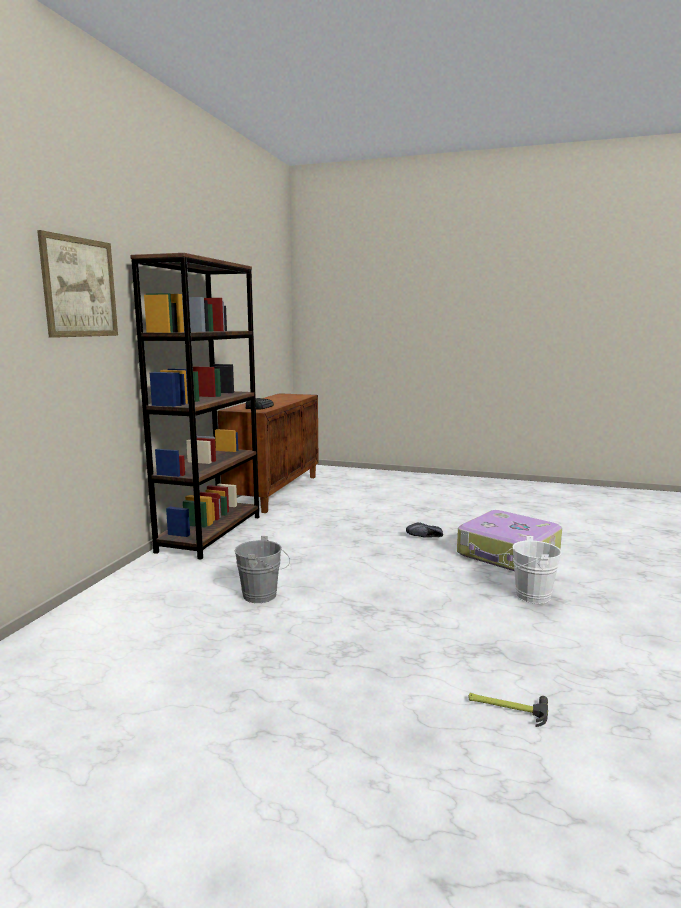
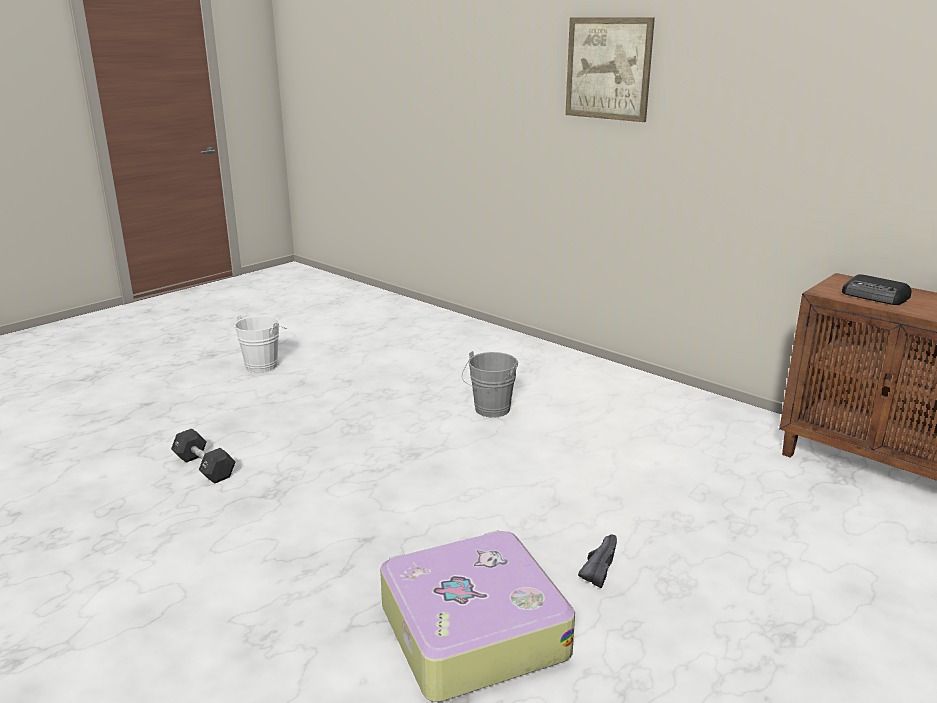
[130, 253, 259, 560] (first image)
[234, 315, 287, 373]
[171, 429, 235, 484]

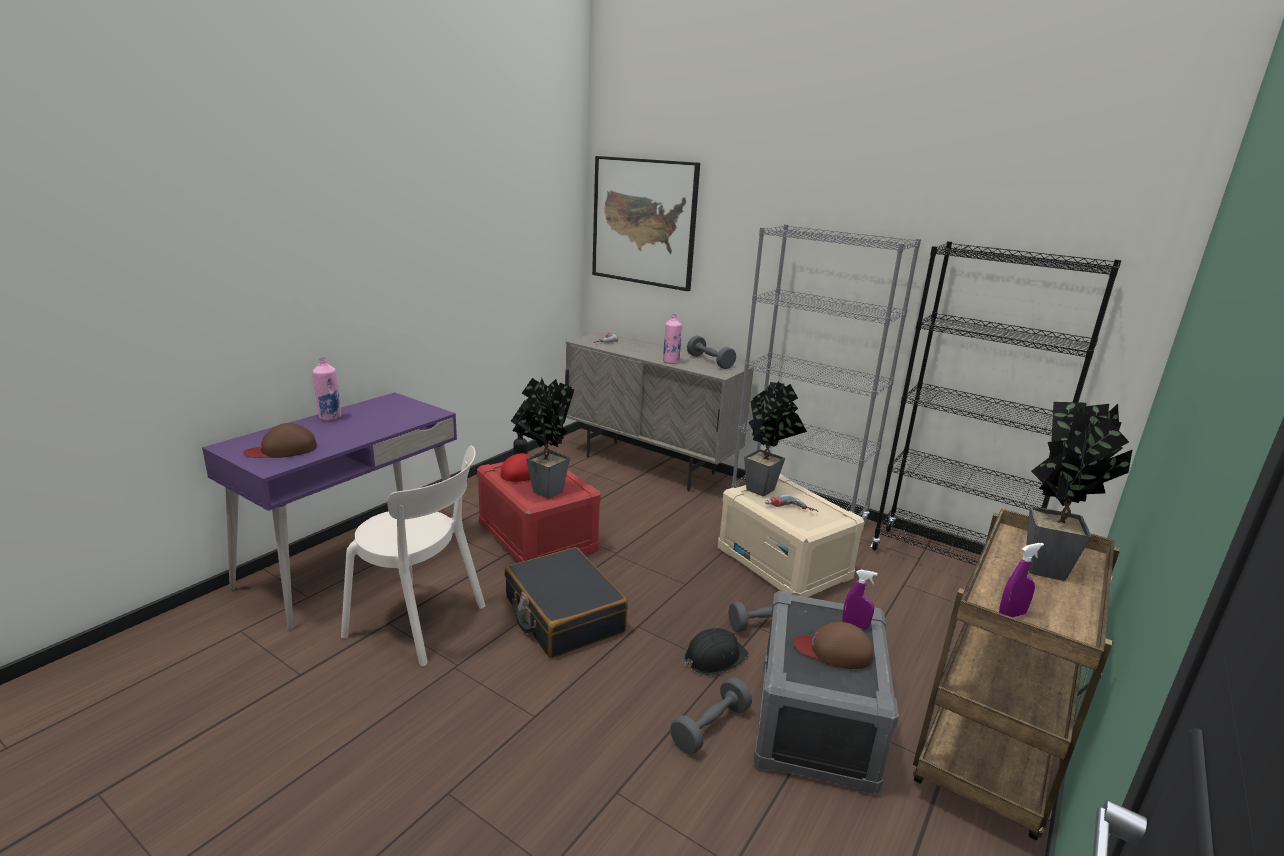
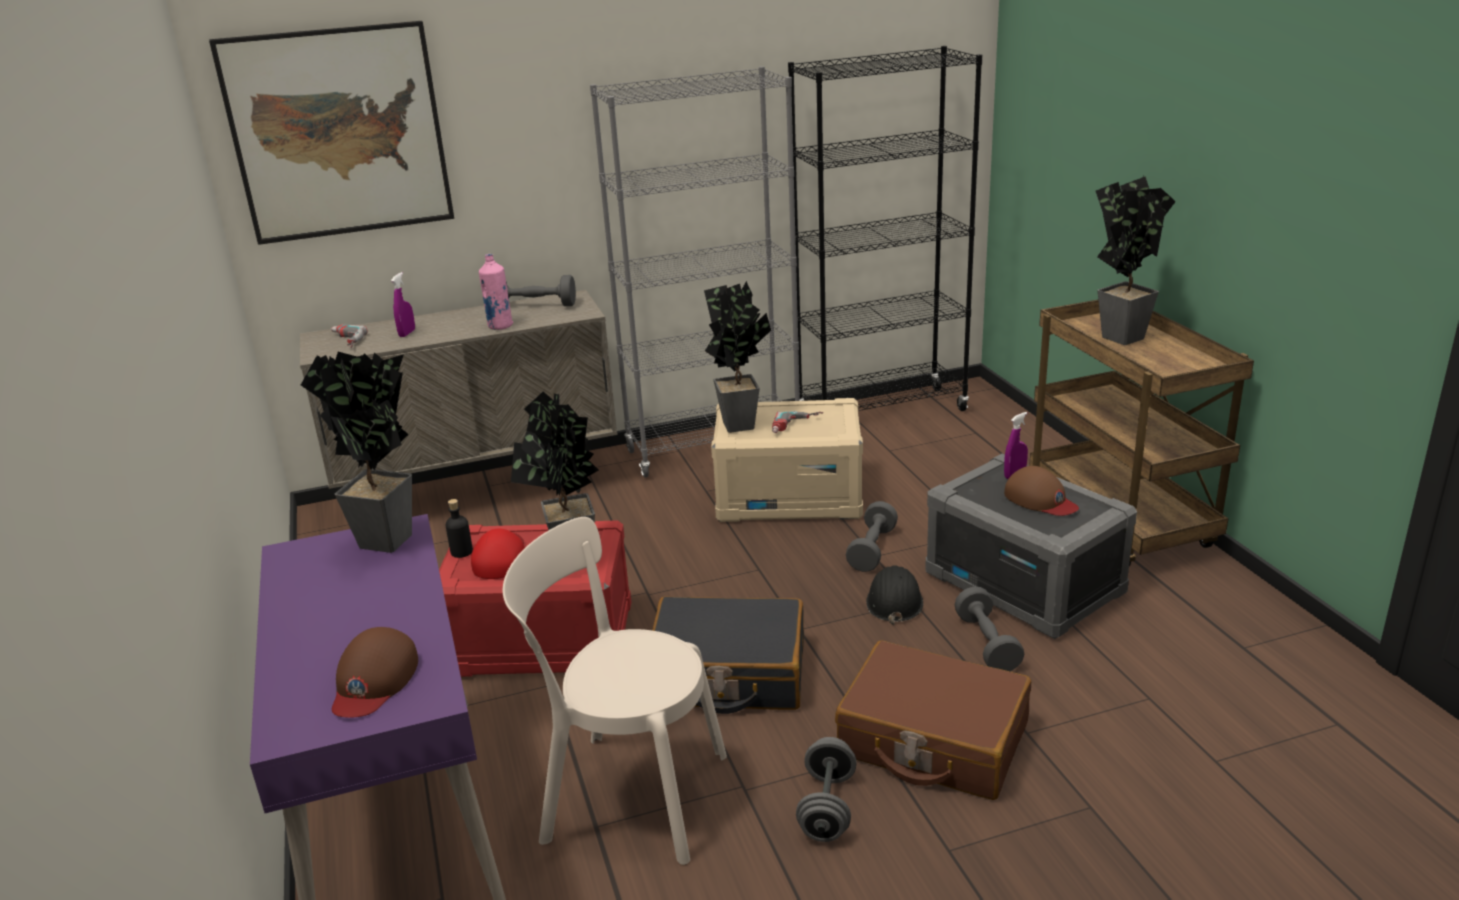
[312, 357, 342, 421] (first image)
[301, 352, 412, 553]
[796, 737, 857, 842]
[835, 640, 1031, 800]
[391, 272, 415, 337]
[503, 517, 727, 865]
[1004, 466, 1079, 516]

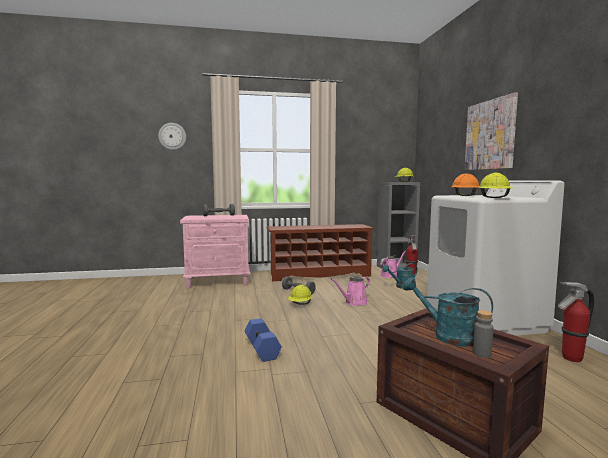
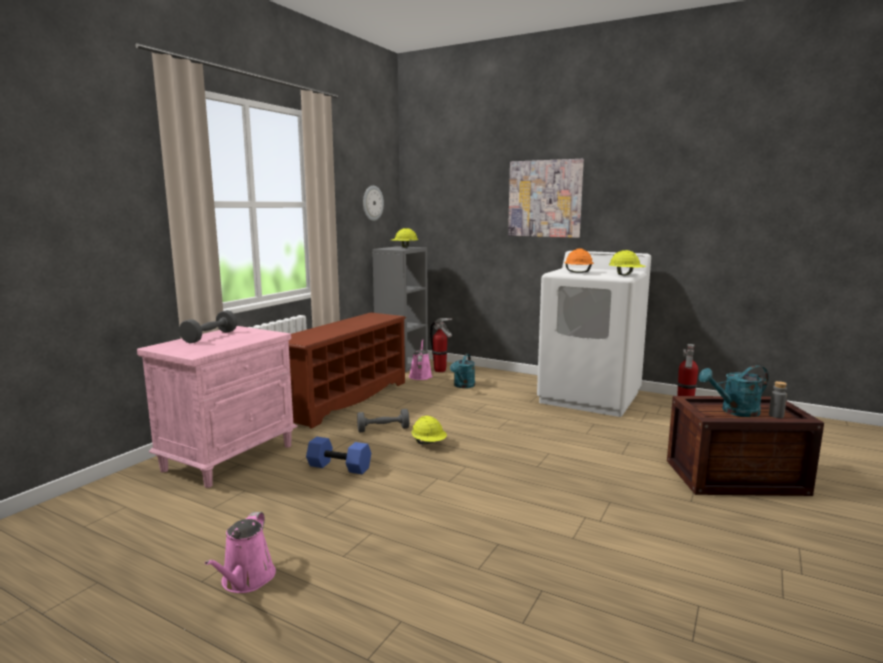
[363, 186, 384, 221]
[306, 437, 371, 474]
[205, 512, 276, 593]

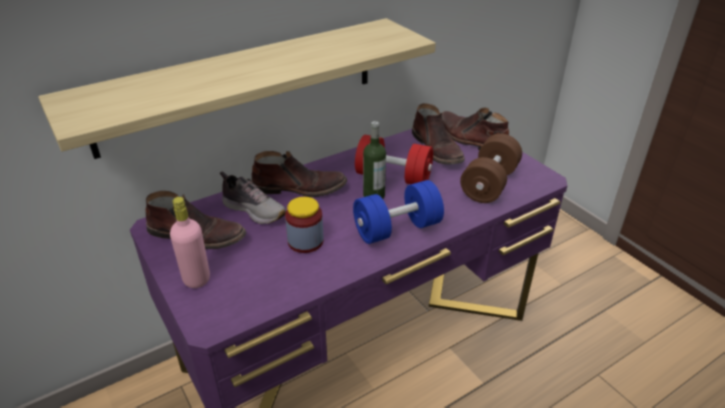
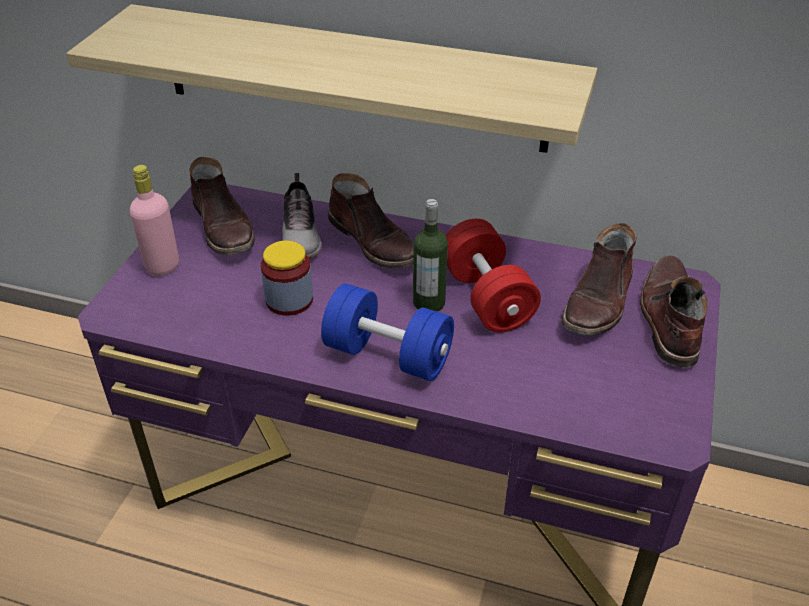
[460, 133, 522, 203] (first image)

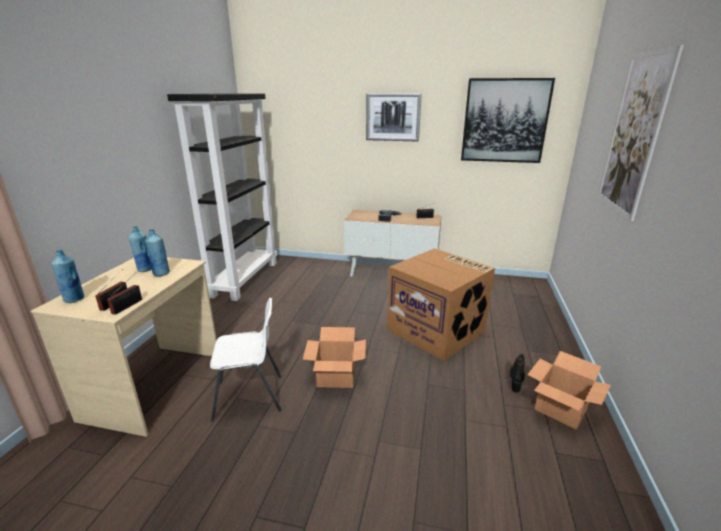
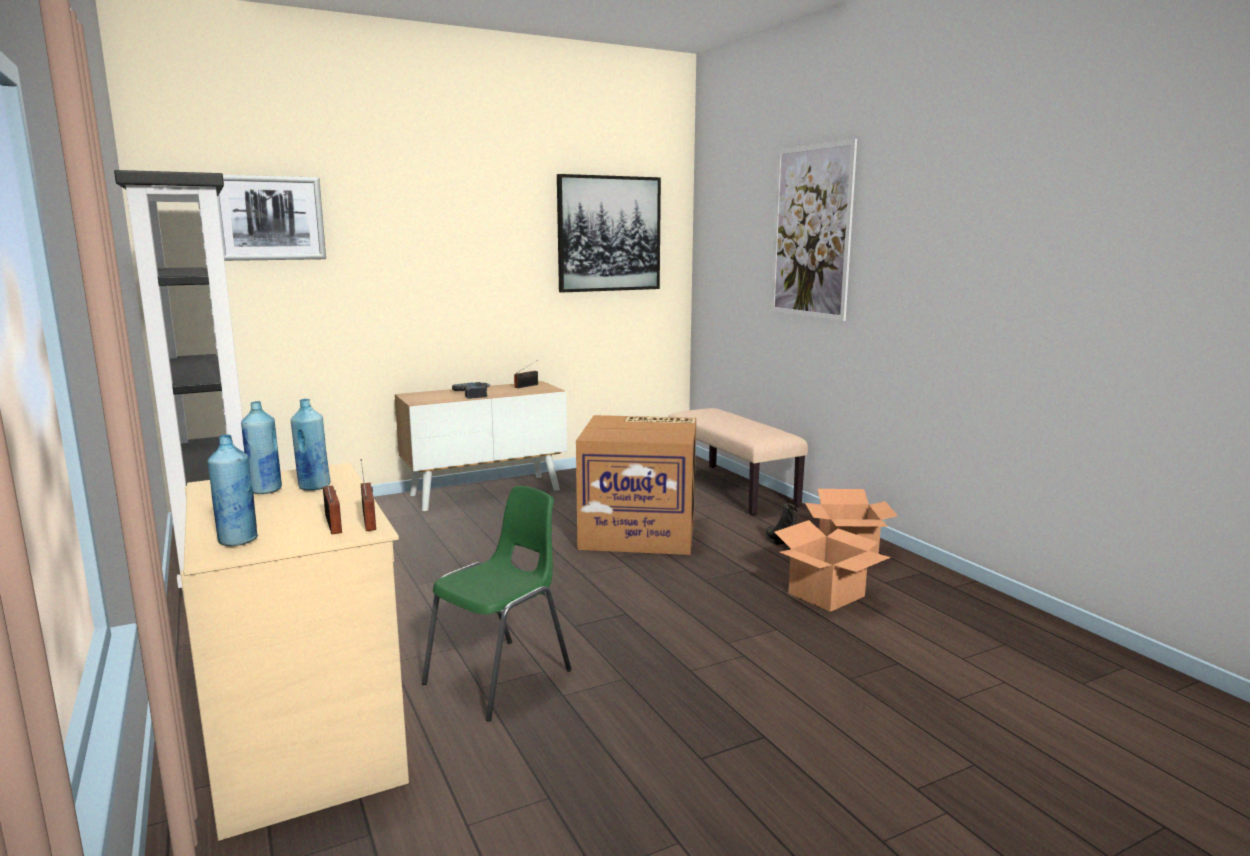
[668, 408, 808, 515]
[774, 520, 891, 612]
[217, 175, 326, 261]
[422, 486, 572, 722]

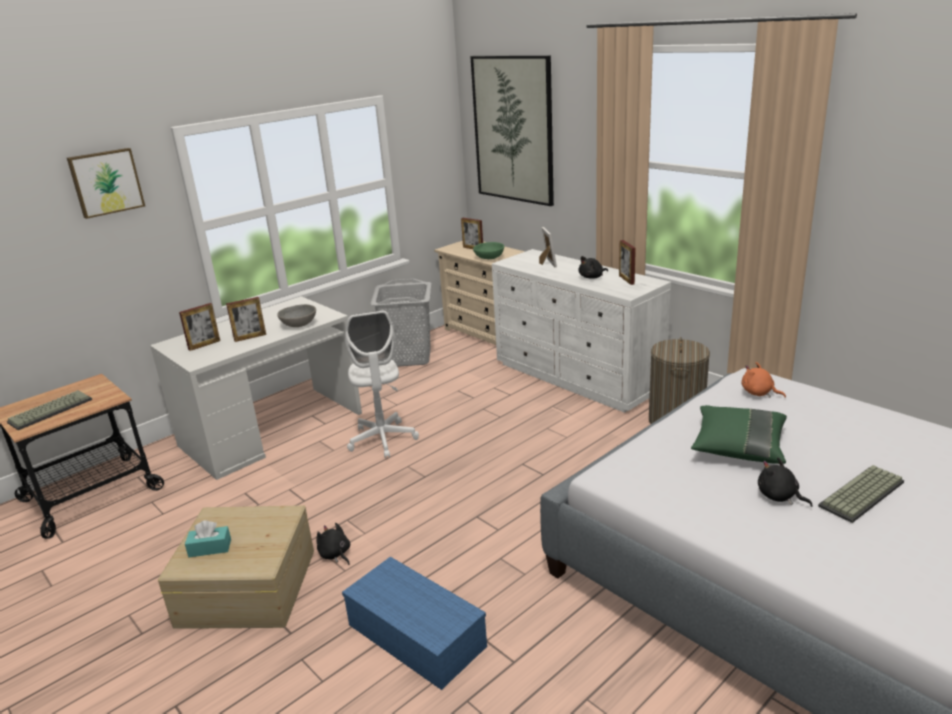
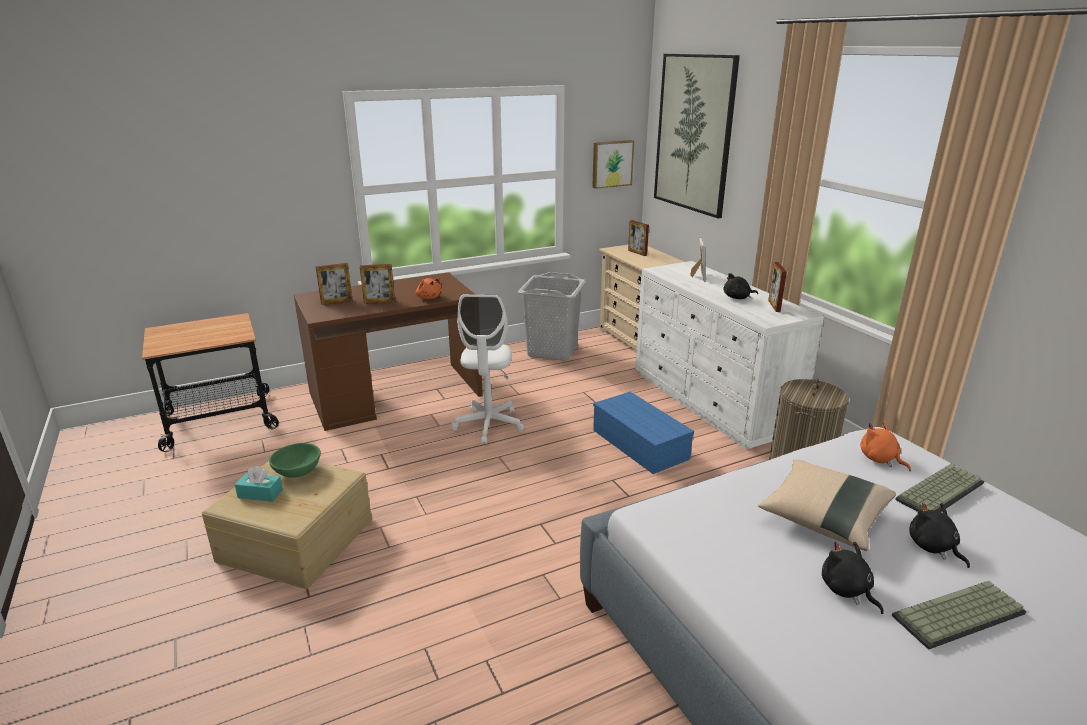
[895, 464, 984, 512]
[592, 140, 634, 189]
[909, 503, 970, 568]
[593, 392, 694, 474]
[269, 443, 321, 478]
[416, 278, 442, 299]
[294, 272, 483, 431]
[758, 459, 896, 551]

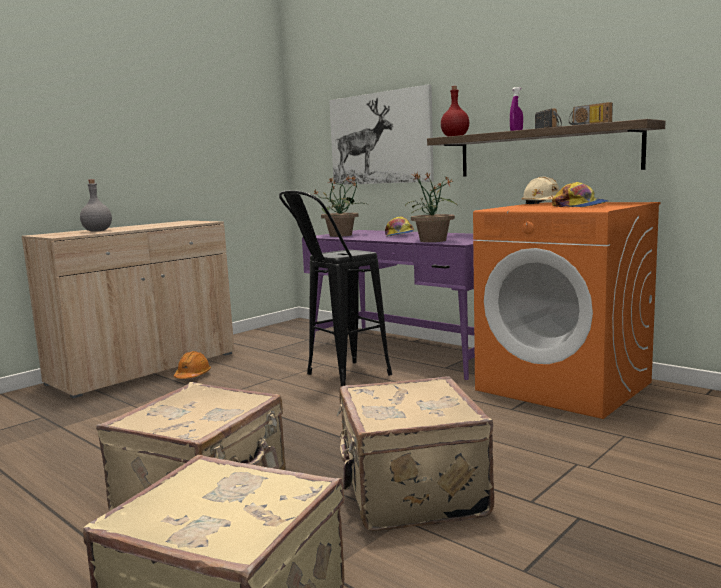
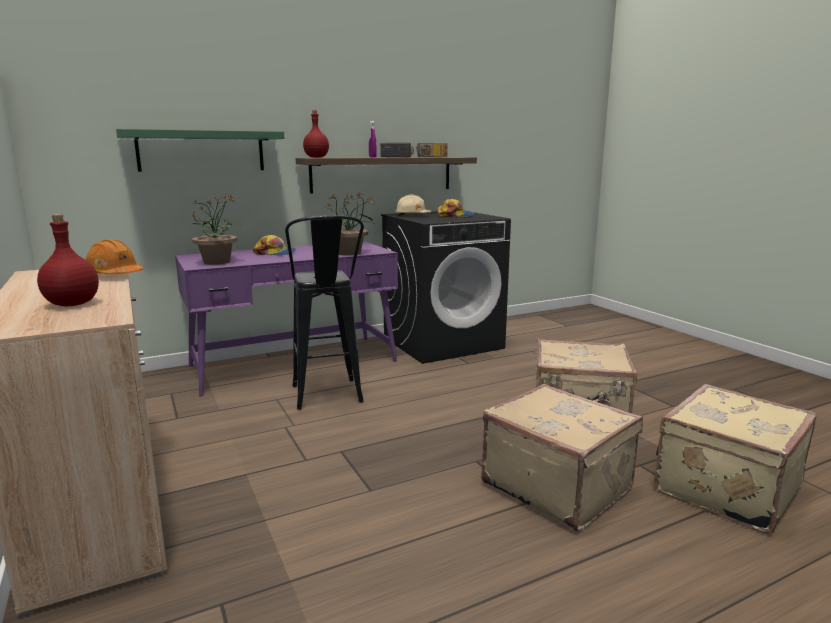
[86, 239, 144, 274]
[116, 129, 284, 172]
[37, 214, 99, 306]
[381, 211, 511, 364]

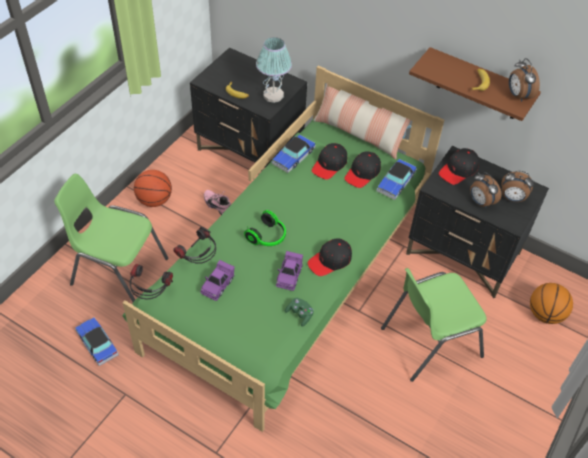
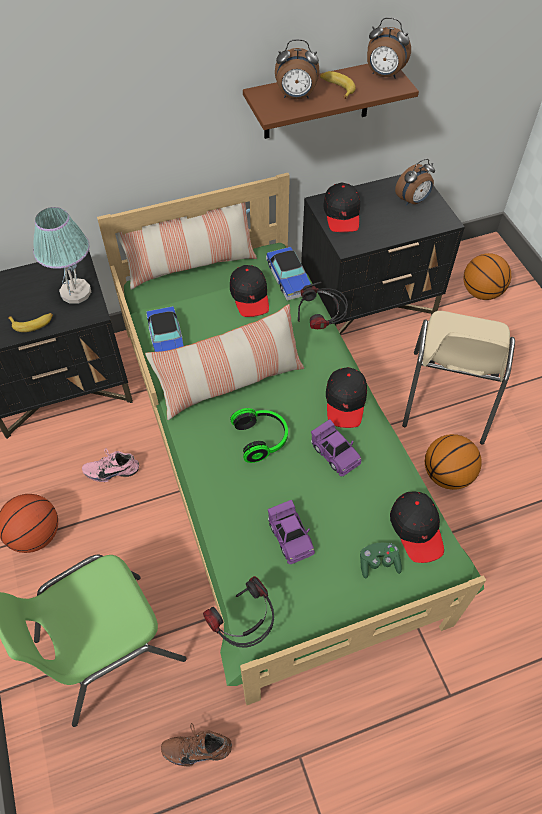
[145, 304, 304, 420]
[425, 434, 482, 490]
[298, 282, 348, 329]
[360, 543, 402, 579]
[390, 491, 444, 563]
[275, 39, 319, 99]
[161, 723, 232, 767]
[402, 311, 515, 445]

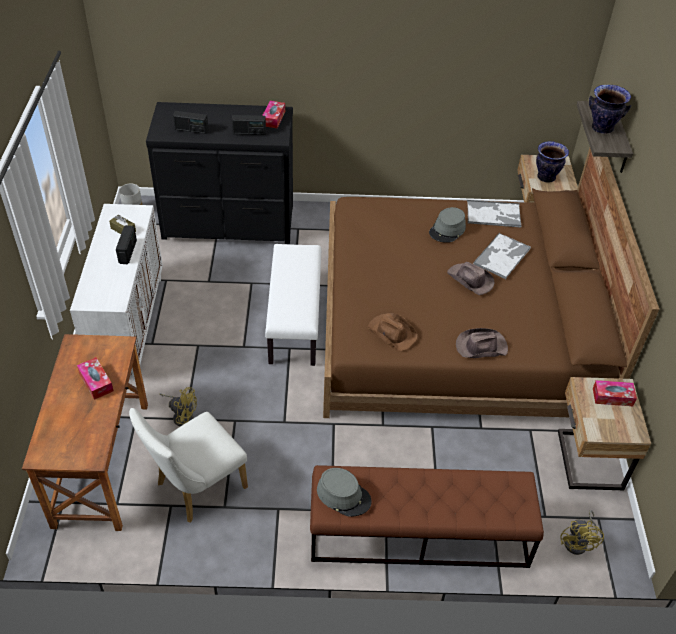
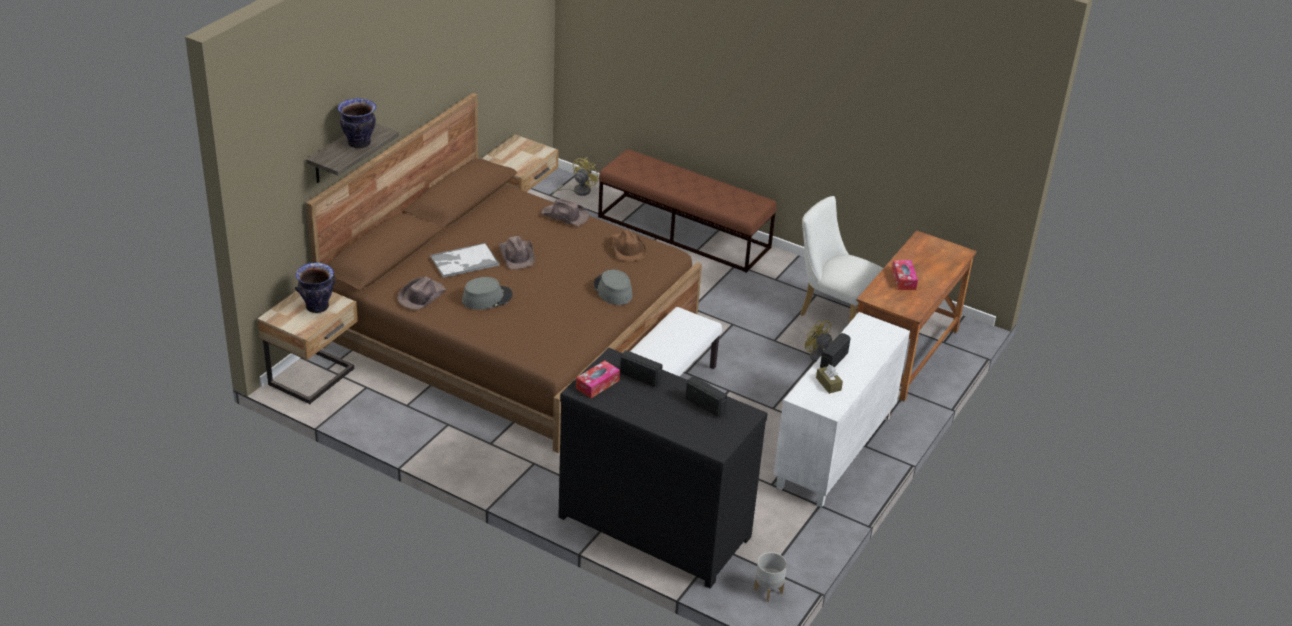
[593, 380, 637, 406] (first image)
[594, 269, 633, 305]
[398, 276, 446, 310]
[800, 196, 883, 323]

